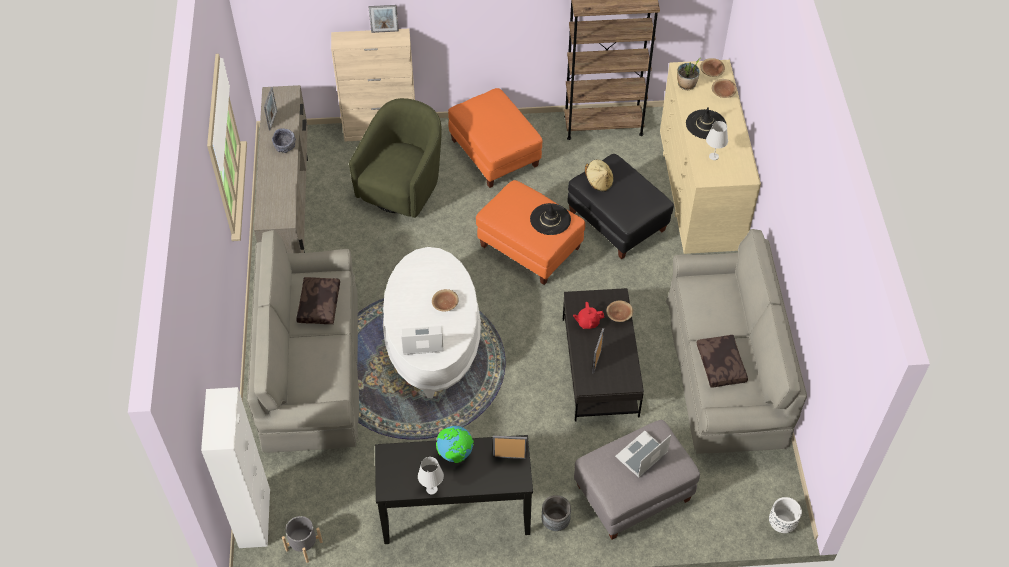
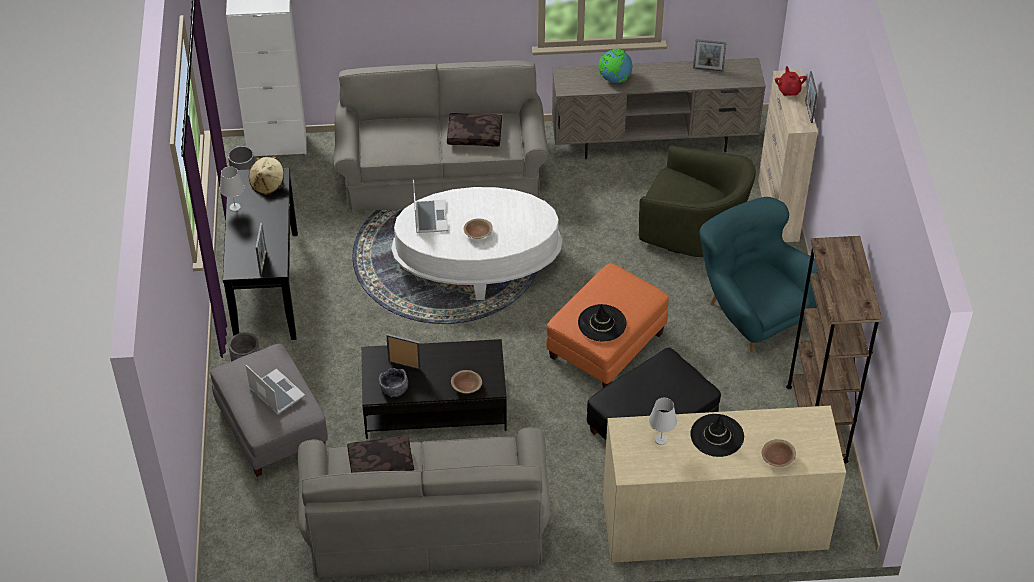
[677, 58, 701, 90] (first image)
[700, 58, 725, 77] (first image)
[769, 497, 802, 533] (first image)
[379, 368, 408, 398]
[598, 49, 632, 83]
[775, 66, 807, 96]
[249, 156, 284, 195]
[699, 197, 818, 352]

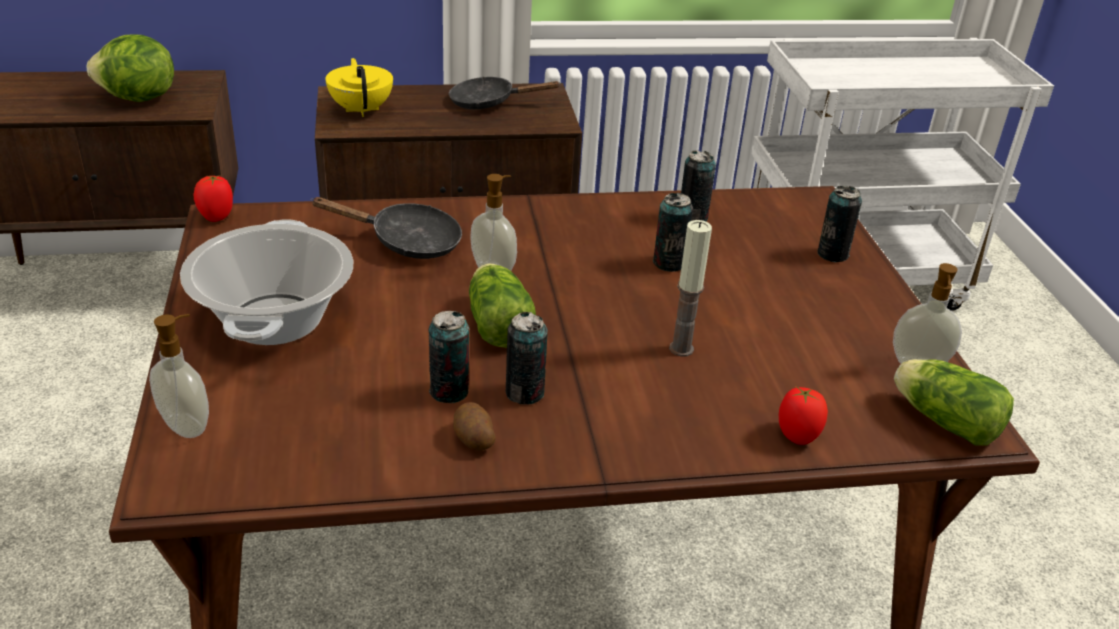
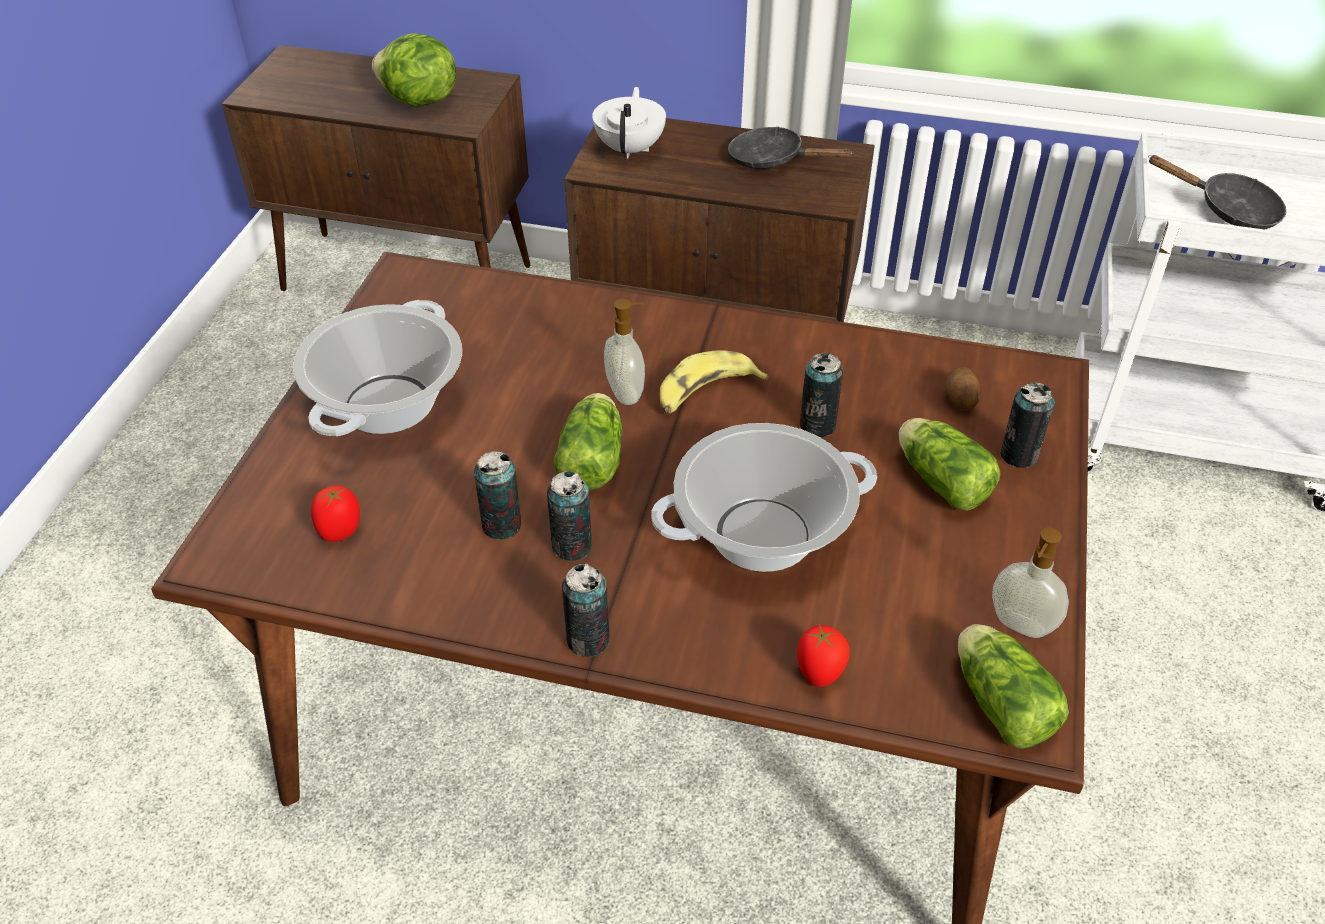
[149, 314, 209, 438] (first image)
[660, 350, 769, 414]
[899, 418, 1001, 511]
[311, 485, 360, 542]
[1148, 155, 1286, 229]
[945, 366, 980, 410]
[562, 564, 610, 657]
[651, 423, 877, 572]
[592, 87, 666, 159]

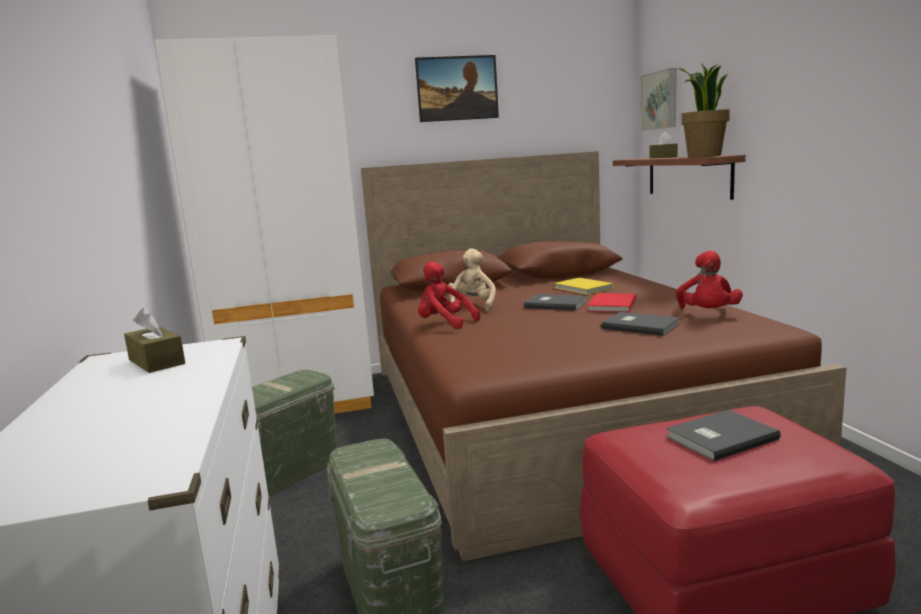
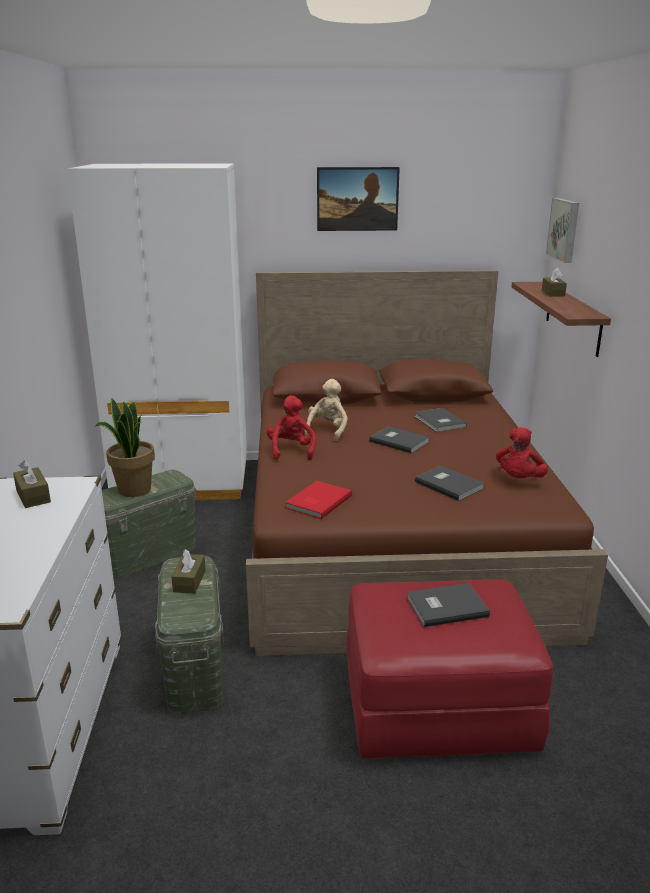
[172, 549, 206, 594]
[285, 481, 352, 519]
[96, 398, 155, 497]
[414, 408, 467, 432]
[266, 395, 316, 460]

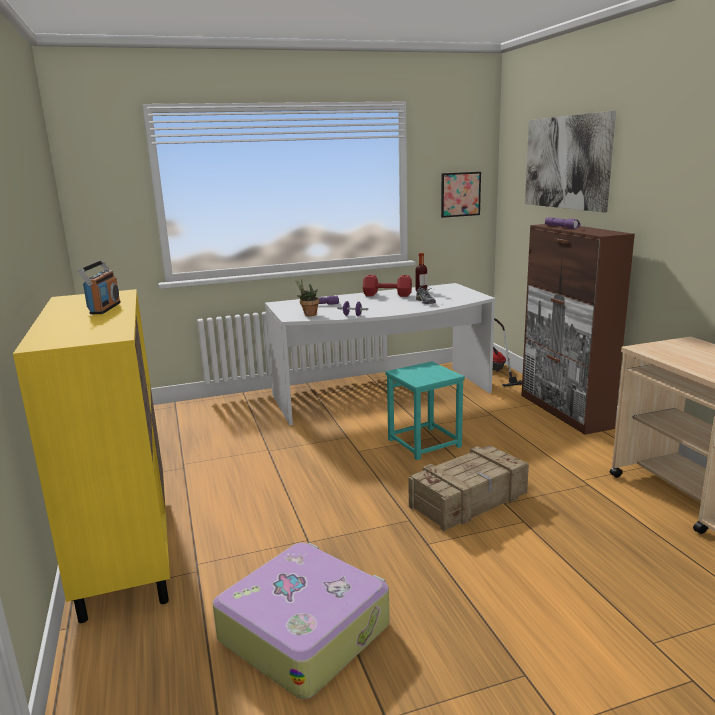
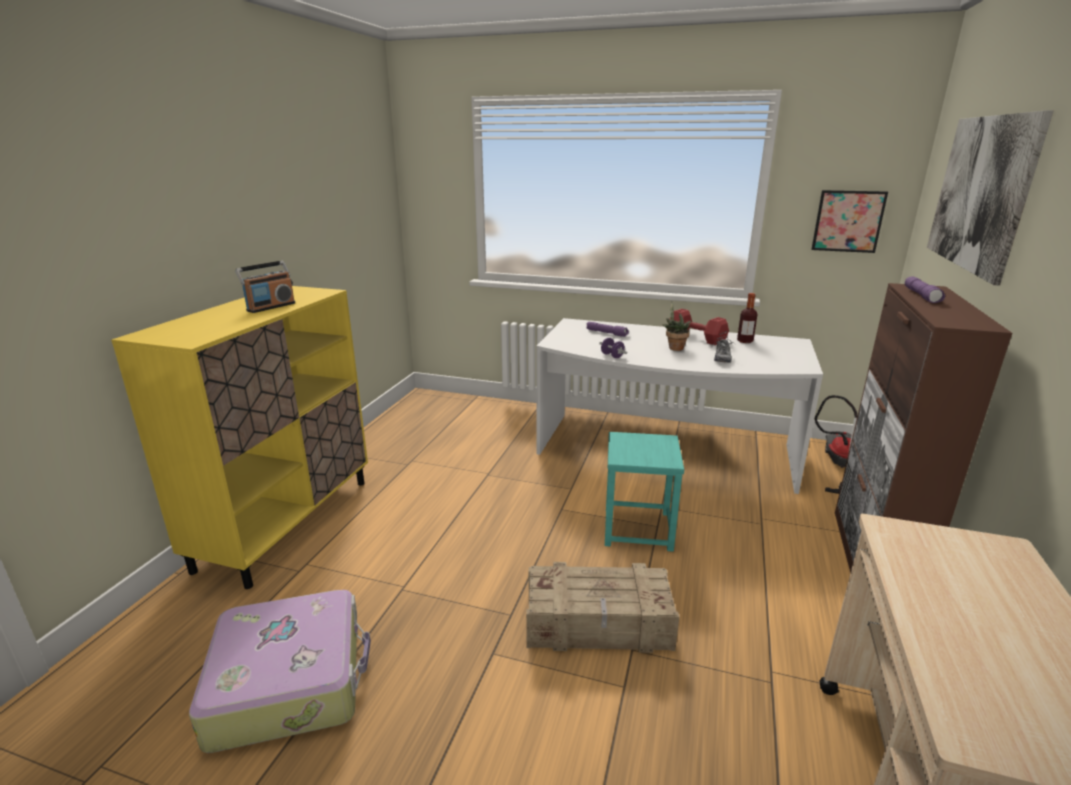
[662, 302, 691, 351]

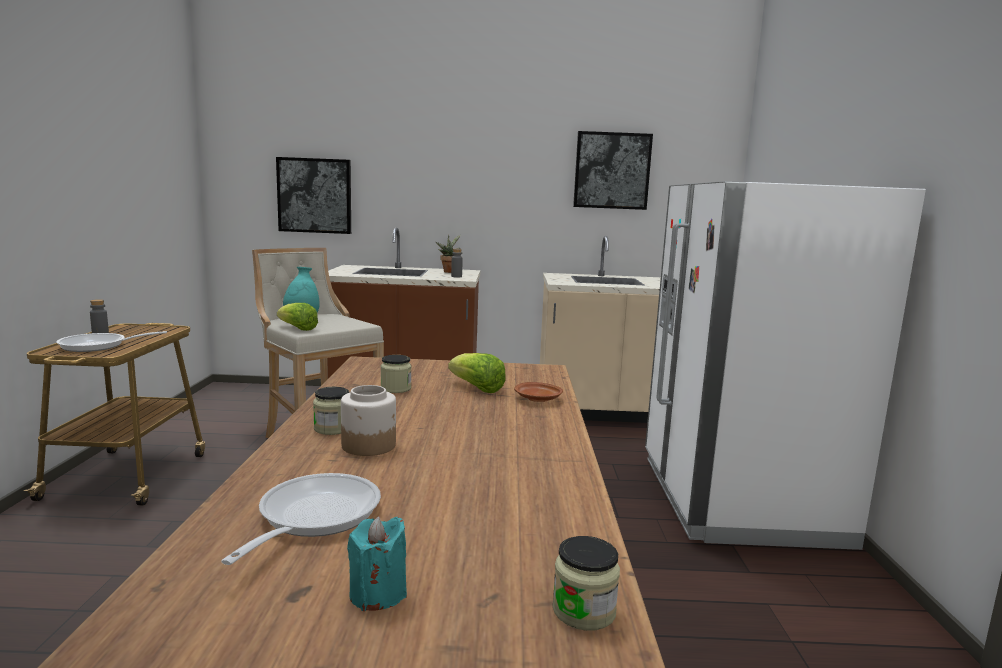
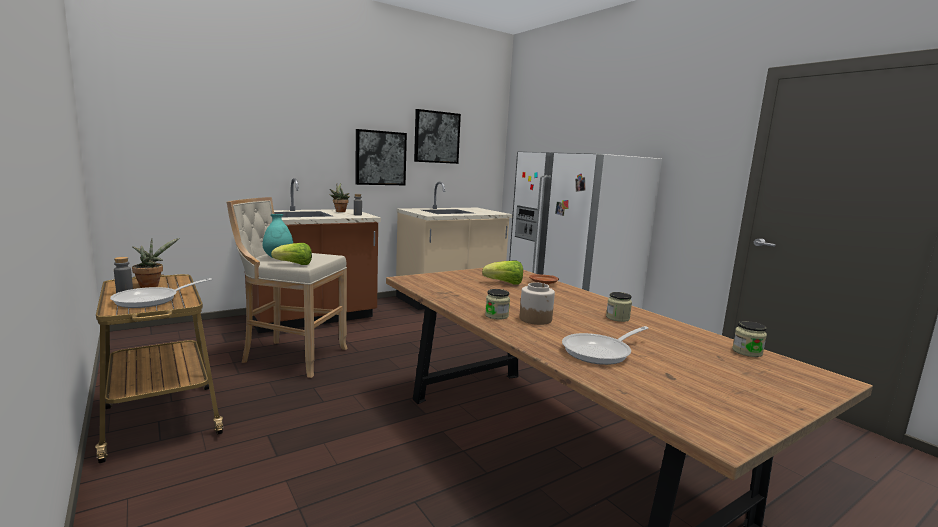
[347, 516, 407, 611] (first image)
[132, 238, 179, 288]
[356, 129, 407, 185]
[606, 292, 632, 322]
[562, 326, 649, 365]

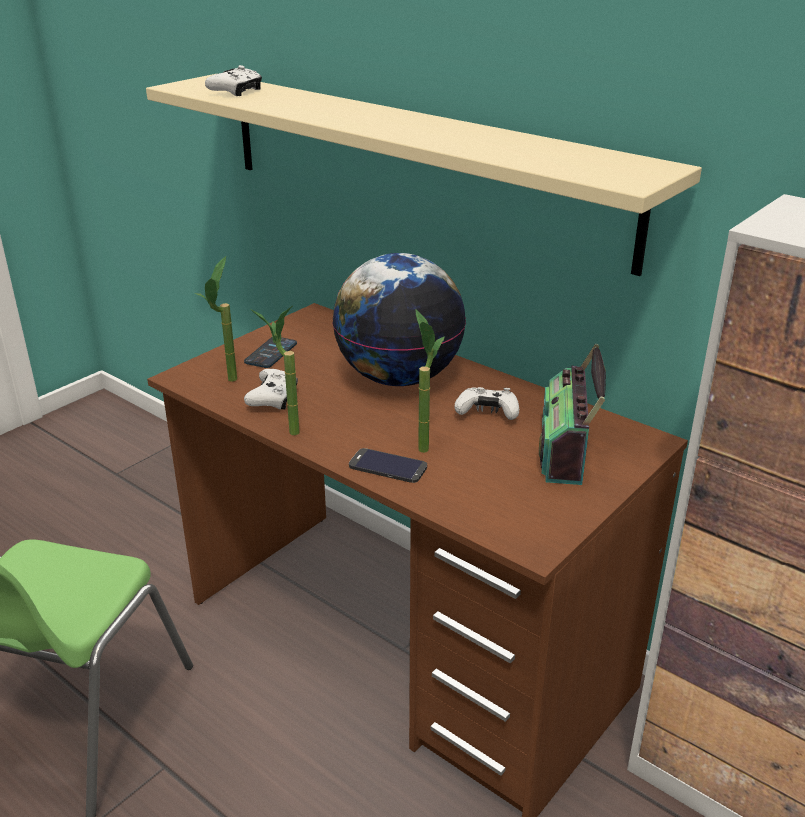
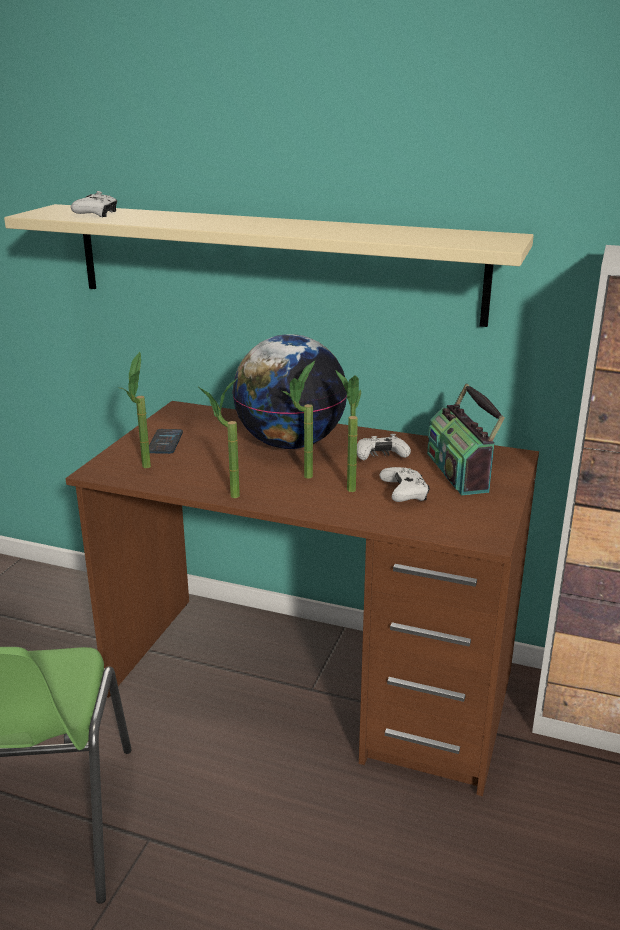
[349, 448, 427, 483] (first image)
[282, 361, 315, 479]
[379, 467, 430, 502]

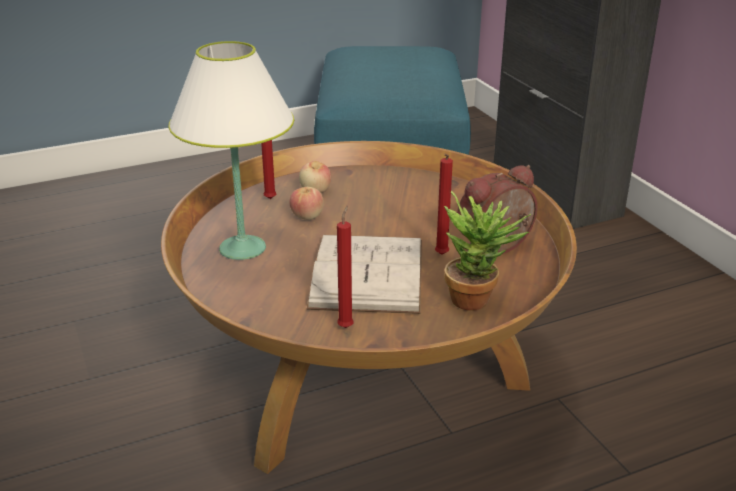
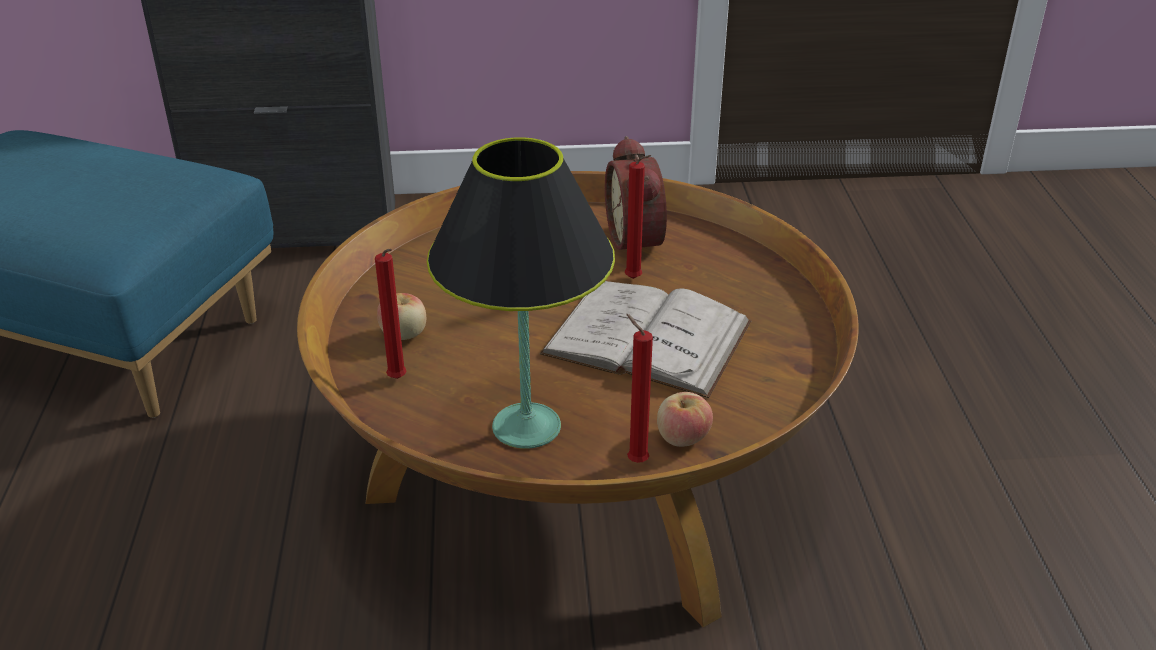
[444, 191, 531, 311] (first image)
[657, 392, 713, 447]
[626, 314, 653, 463]
[427, 137, 615, 449]

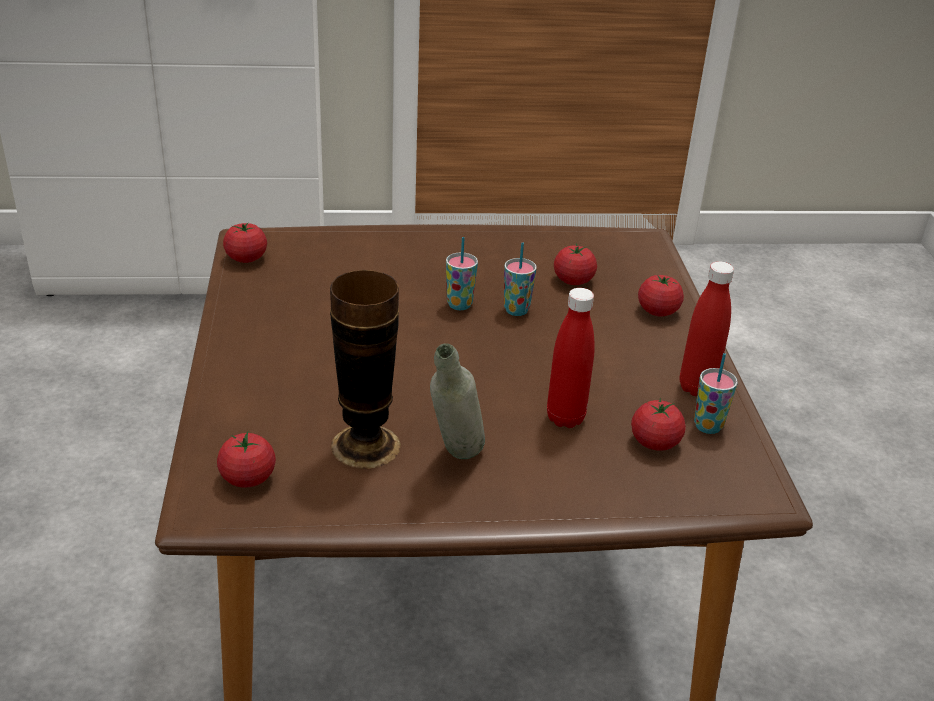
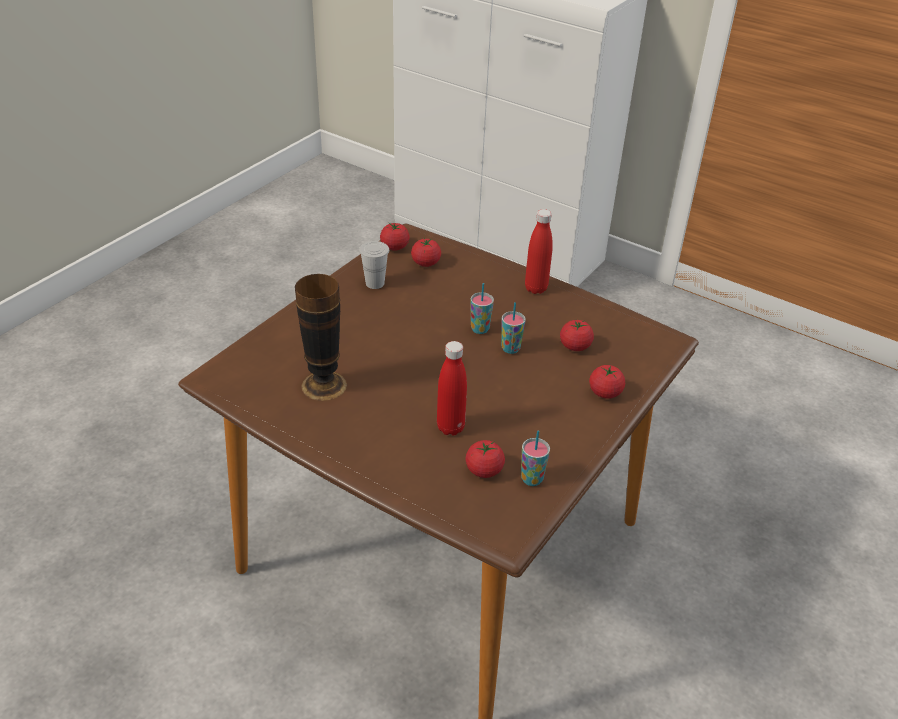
[430, 344, 485, 459] (first image)
[359, 241, 389, 289]
[411, 238, 441, 267]
[525, 209, 553, 294]

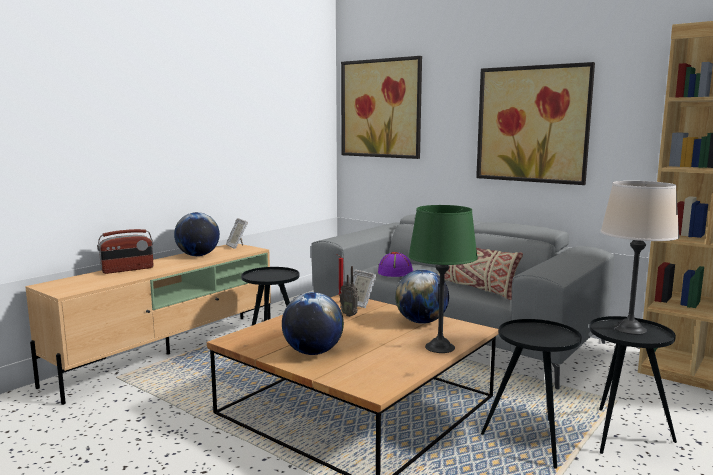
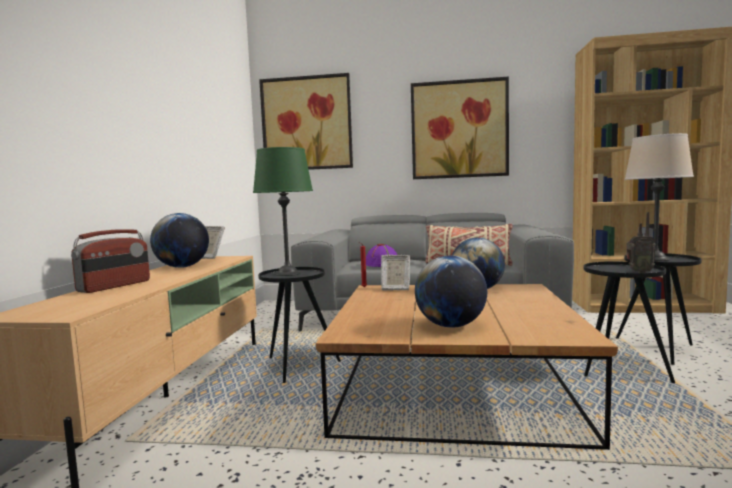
[626, 212, 656, 273]
[253, 147, 313, 276]

